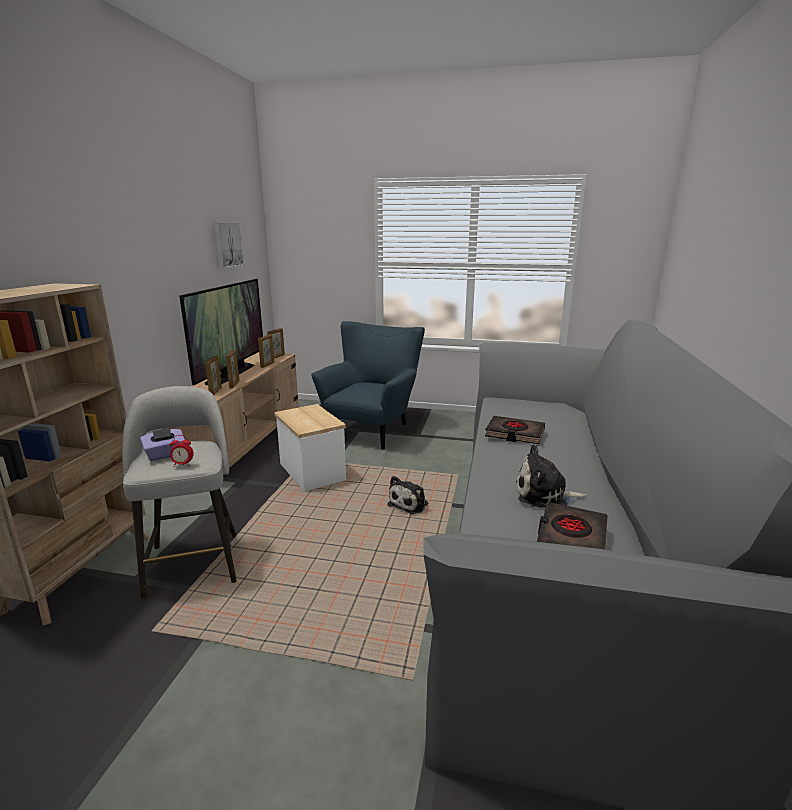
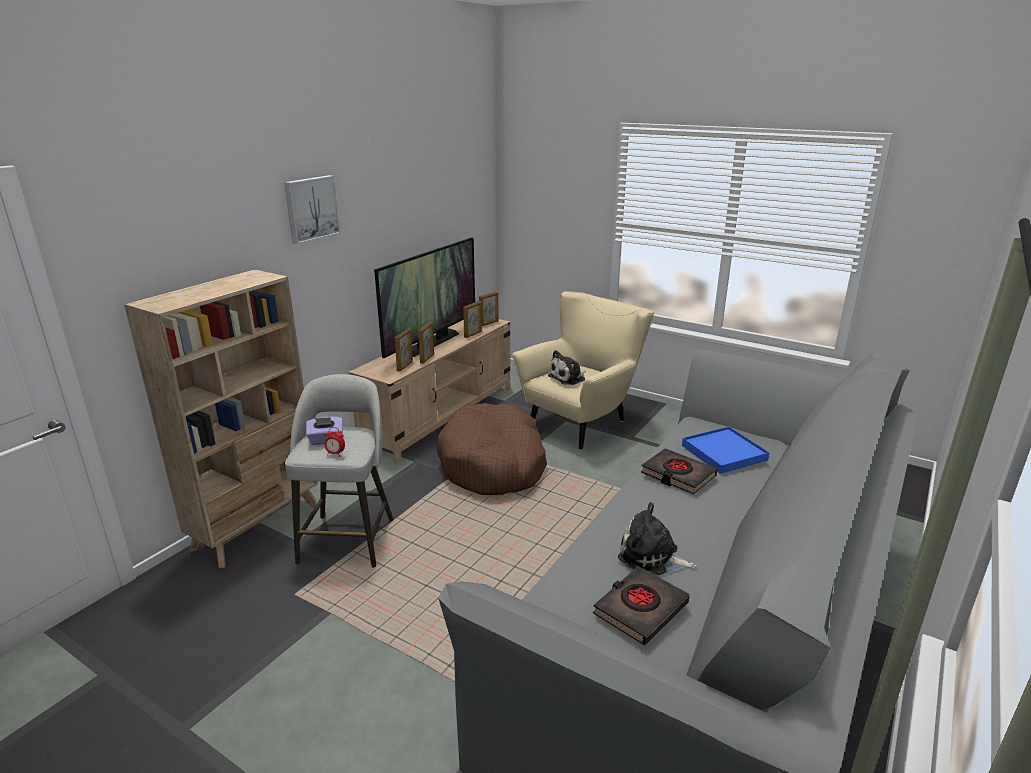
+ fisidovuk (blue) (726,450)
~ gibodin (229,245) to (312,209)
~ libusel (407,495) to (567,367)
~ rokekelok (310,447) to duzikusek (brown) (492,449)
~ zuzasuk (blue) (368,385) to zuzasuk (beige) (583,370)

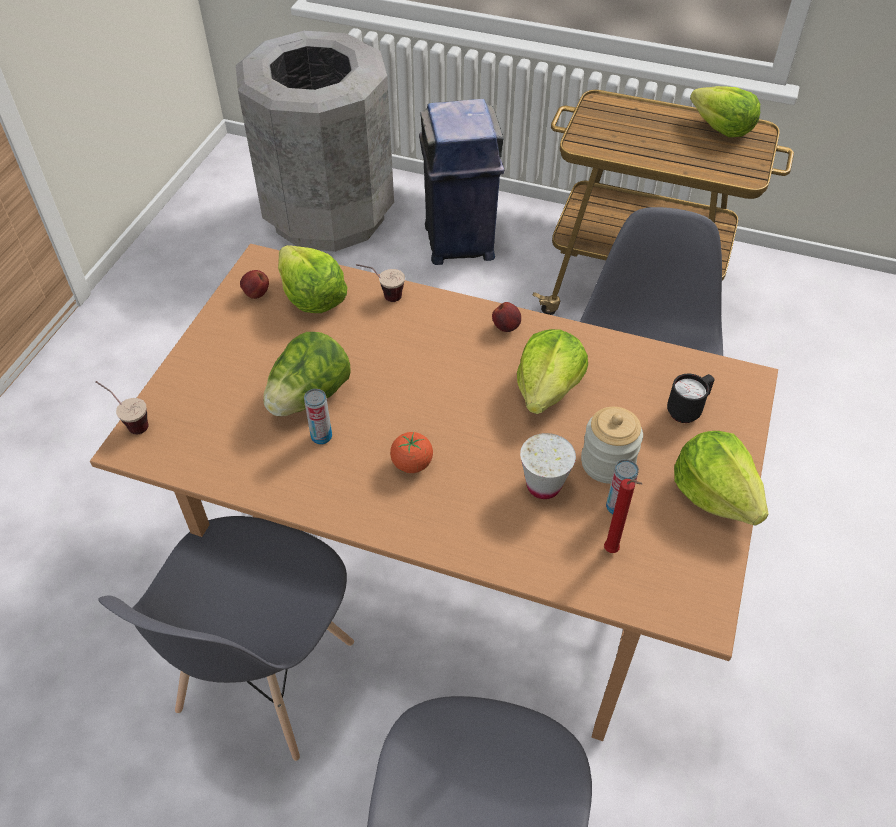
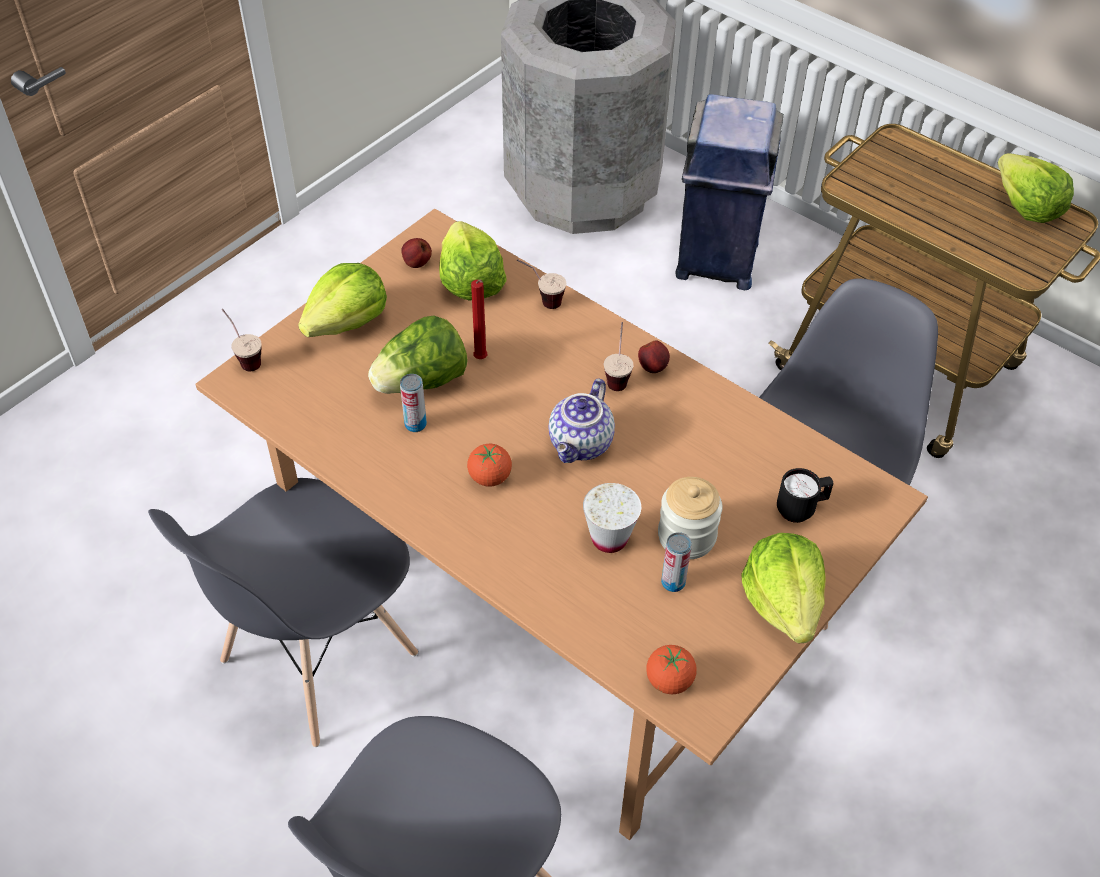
+ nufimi (582,420)
+ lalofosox (618,356)
+ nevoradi (671,669)
~ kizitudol (552,371) to (342,300)
~ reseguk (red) (623,516) to (479,319)

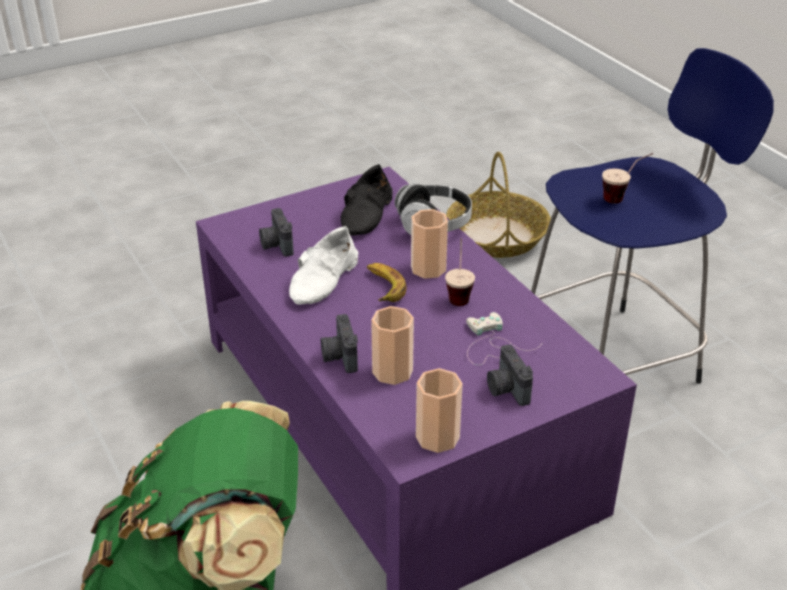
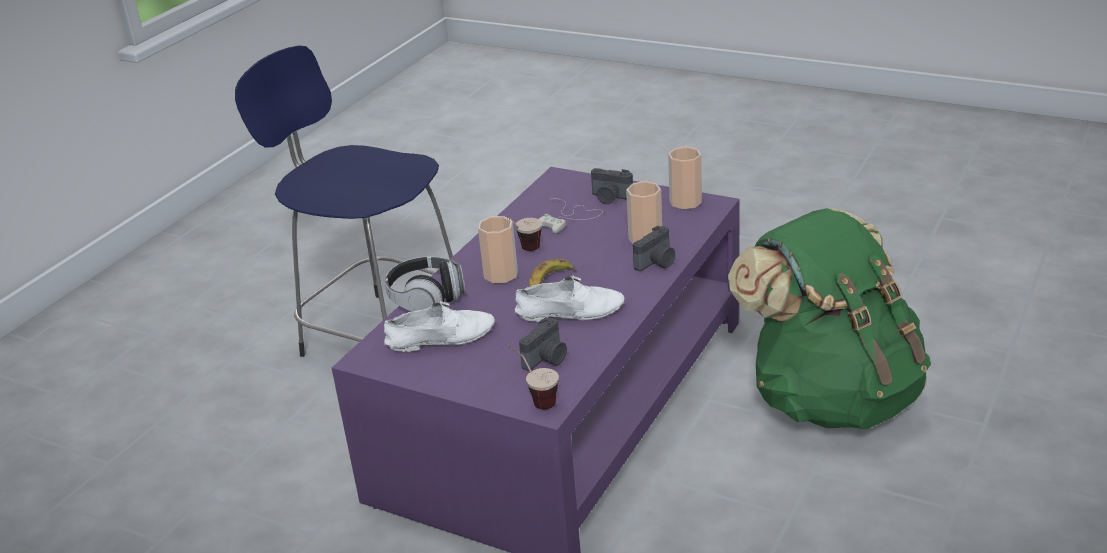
- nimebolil (498,205)
~ lalofosox (627,178) to (533,377)
~ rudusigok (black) (367,200) to rudusigok (white) (439,326)
~ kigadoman (510,375) = (612,186) 75 degrees clockwise

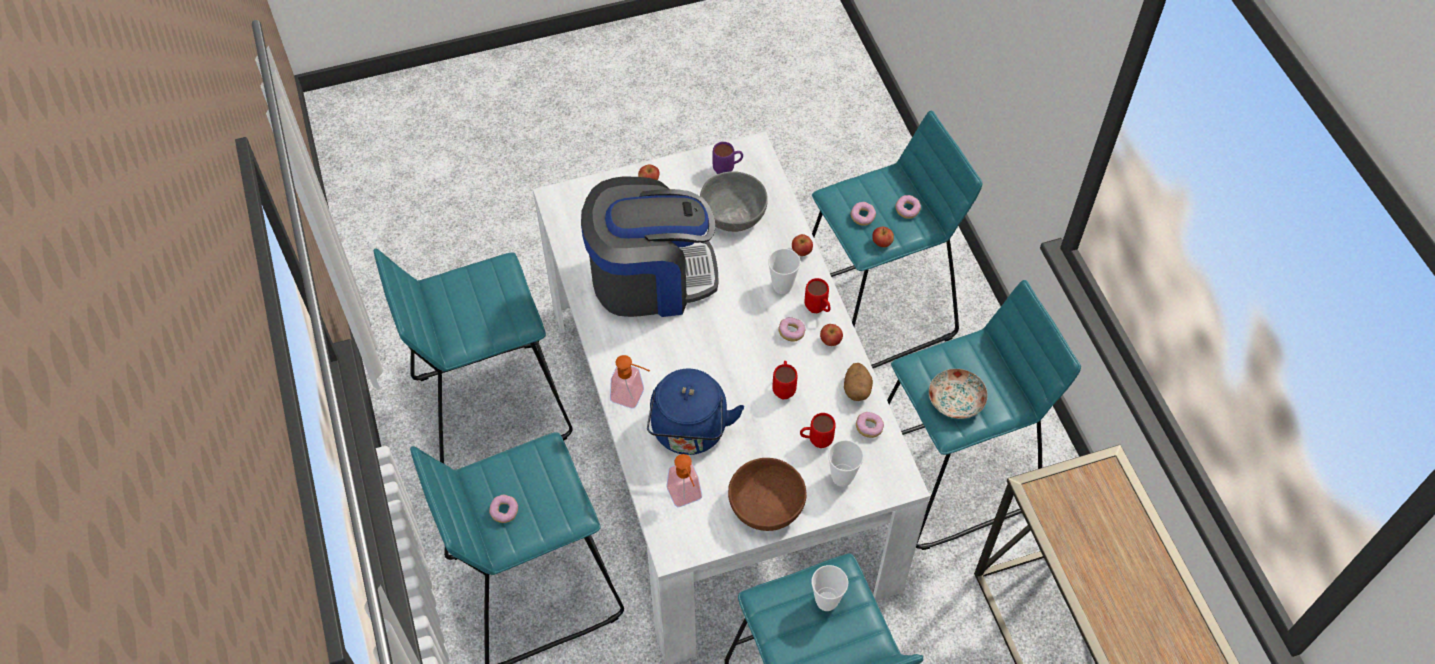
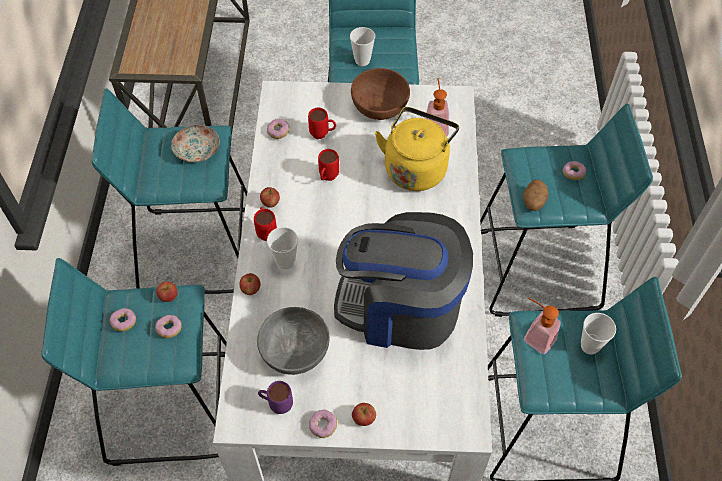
~ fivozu (630,382) to (542,326)
~ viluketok (791,329) to (323,424)
~ lalofosox (846,463) to (598,334)
~ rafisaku (858,382) to (536,195)
~ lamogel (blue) (695,412) to lamogel (yellow) (417,149)

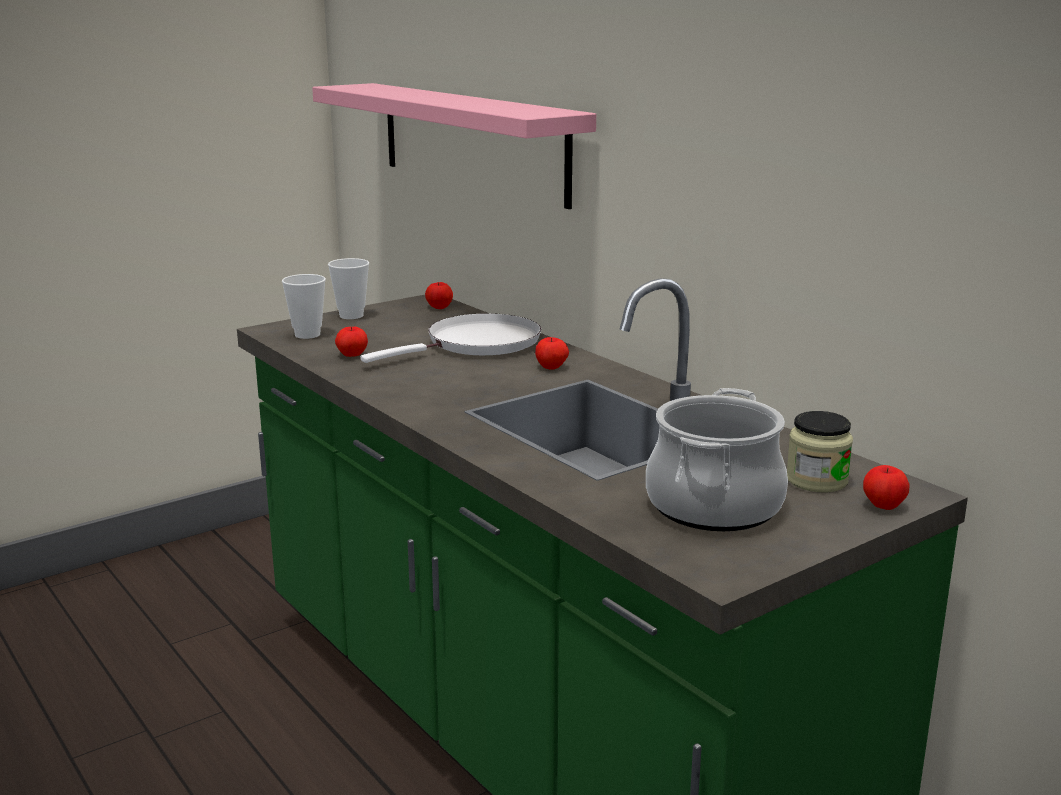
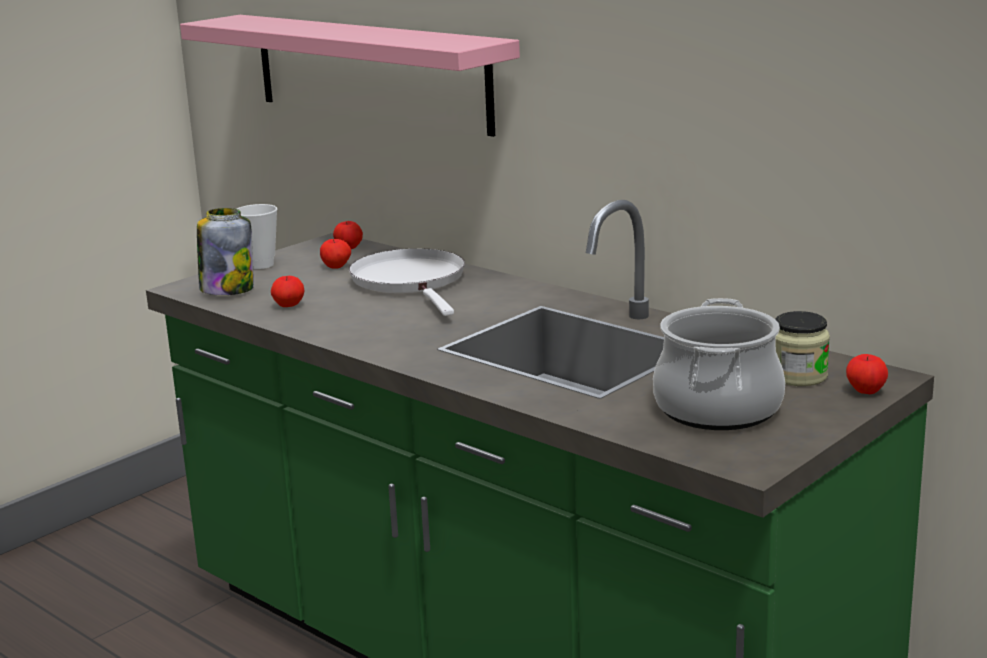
~ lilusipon (552,353) to (335,254)
~ lalofosox (304,306) to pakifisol (225,251)
~ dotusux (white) (450,338) = (407,282) 60 degrees counterclockwise

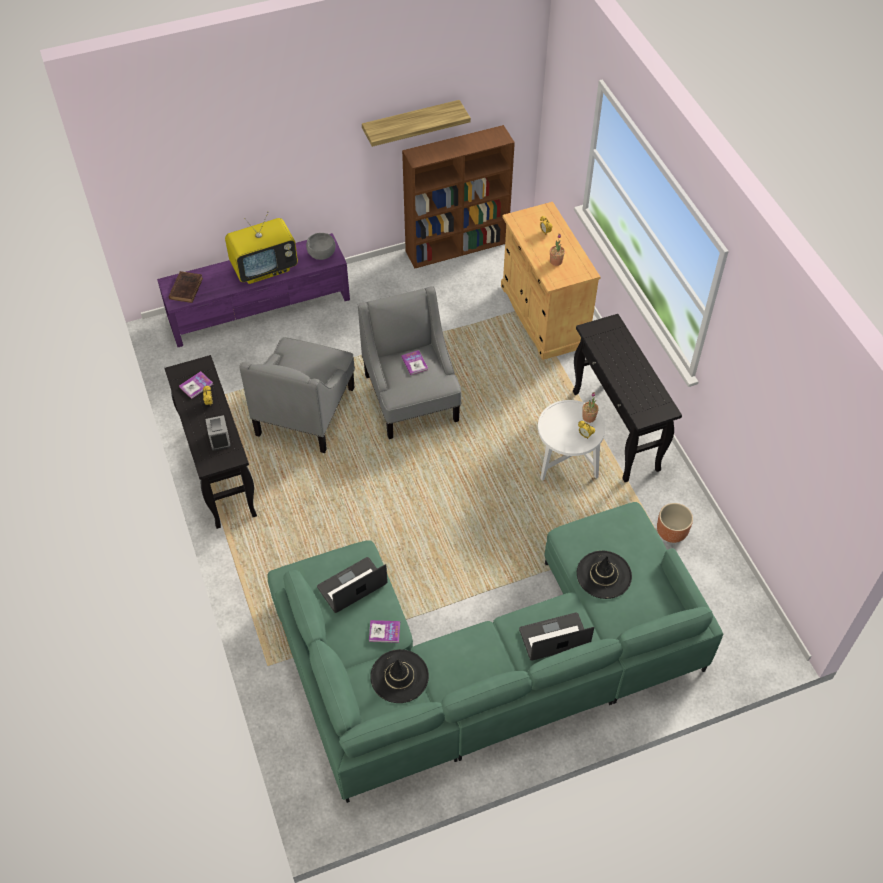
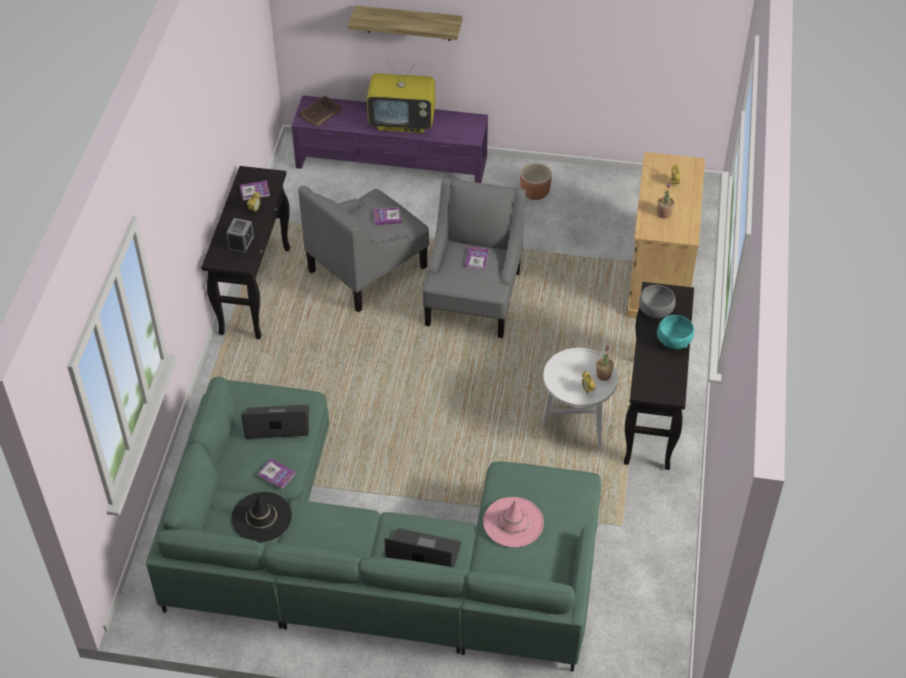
- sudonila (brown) (458,196)
+ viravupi (387,216)
+ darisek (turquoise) (675,332)
~ darisek (grey) (321,246) to (657,301)
~ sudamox (416,123) to (405,23)
~ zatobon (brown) (675,523) to (536,181)
~ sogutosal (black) (604,575) to sogutosal (pink) (513,522)

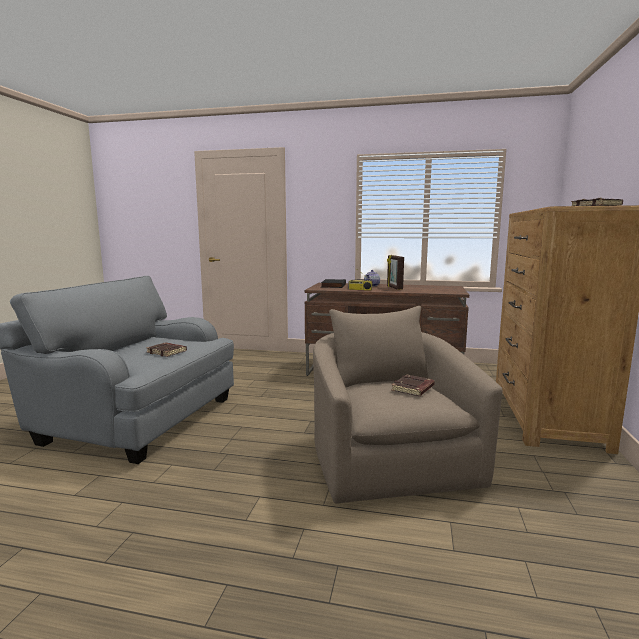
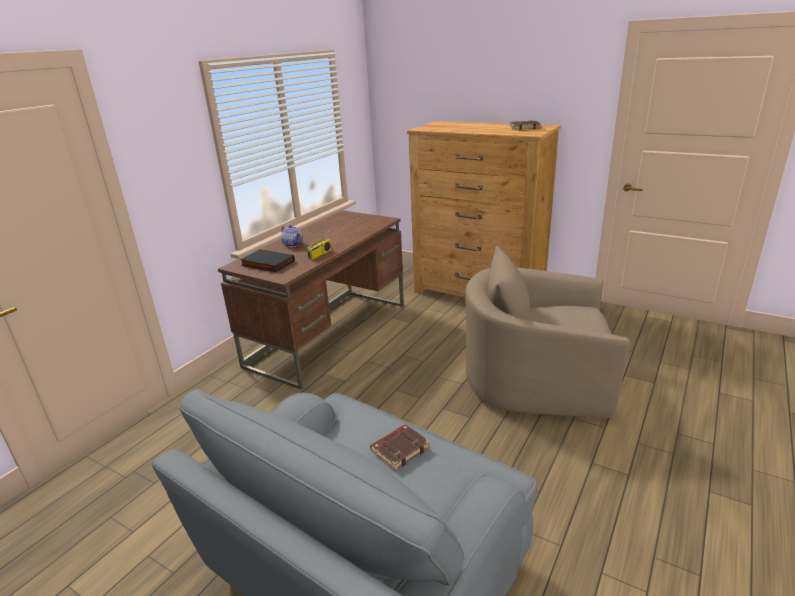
- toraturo (395,272)
- viravupi (brown) (413,385)

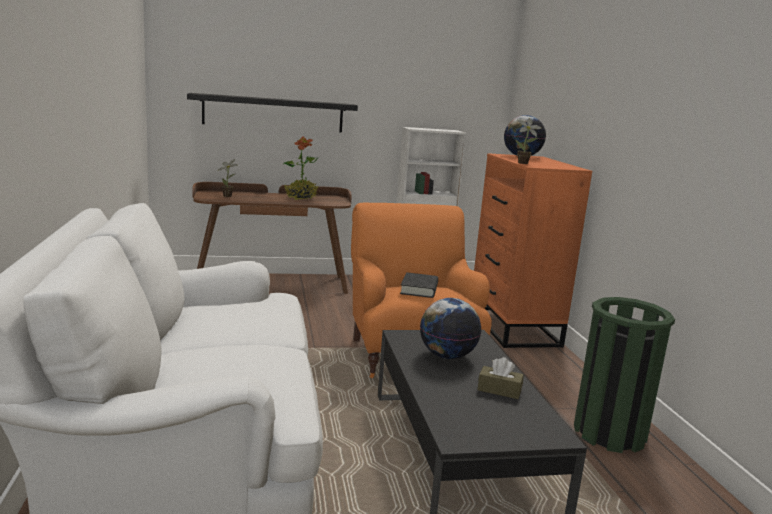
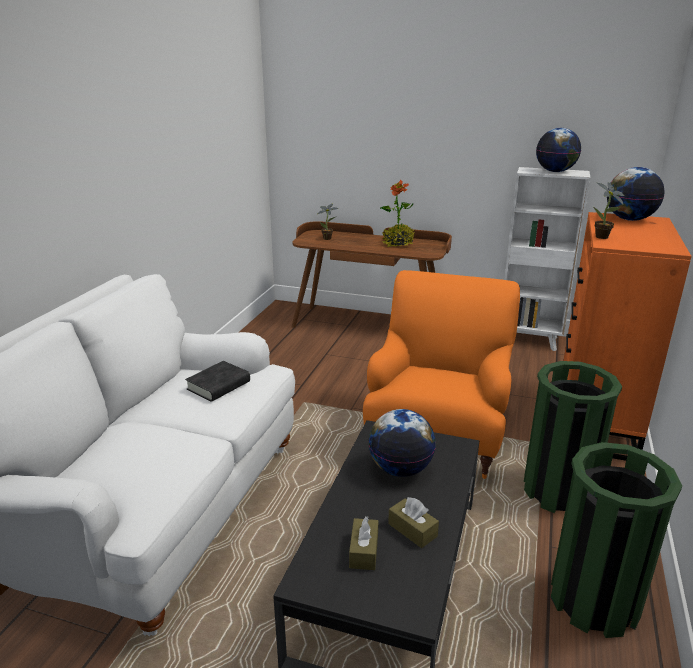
- sudamox (black) (272,113)
+ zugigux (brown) (363,543)
+ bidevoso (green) (573,437)
+ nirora (558,150)
~ viravupi (black) (419,285) to (217,381)

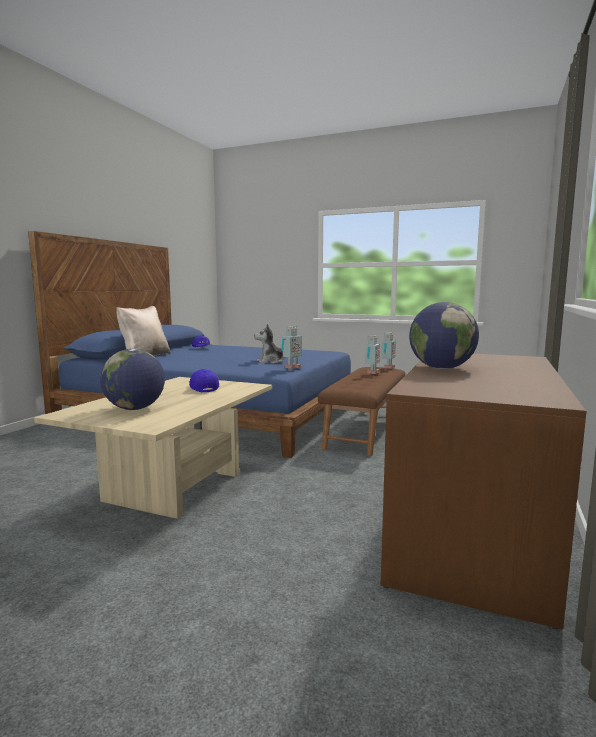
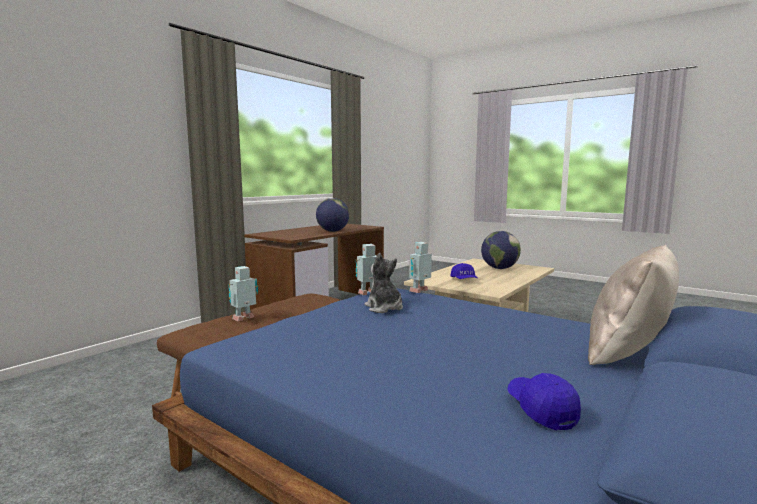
~ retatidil (389,351) to (420,267)
~ libusel (269,344) = (384,283) 120 degrees counterclockwise

